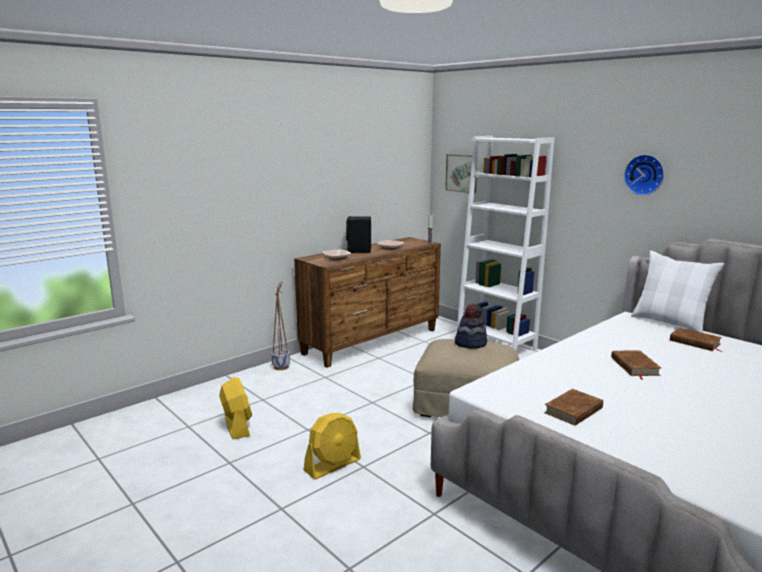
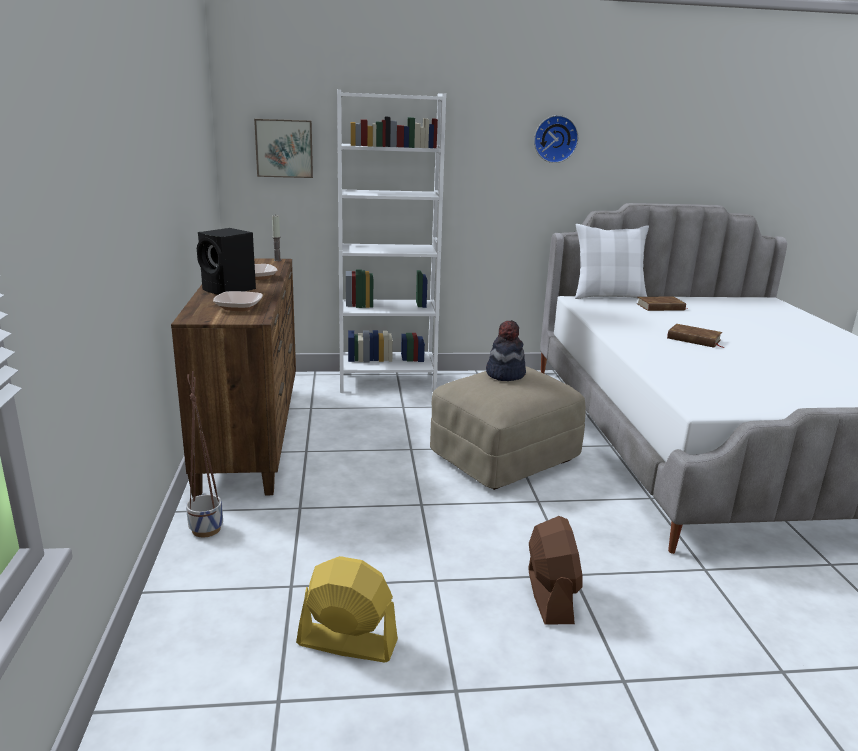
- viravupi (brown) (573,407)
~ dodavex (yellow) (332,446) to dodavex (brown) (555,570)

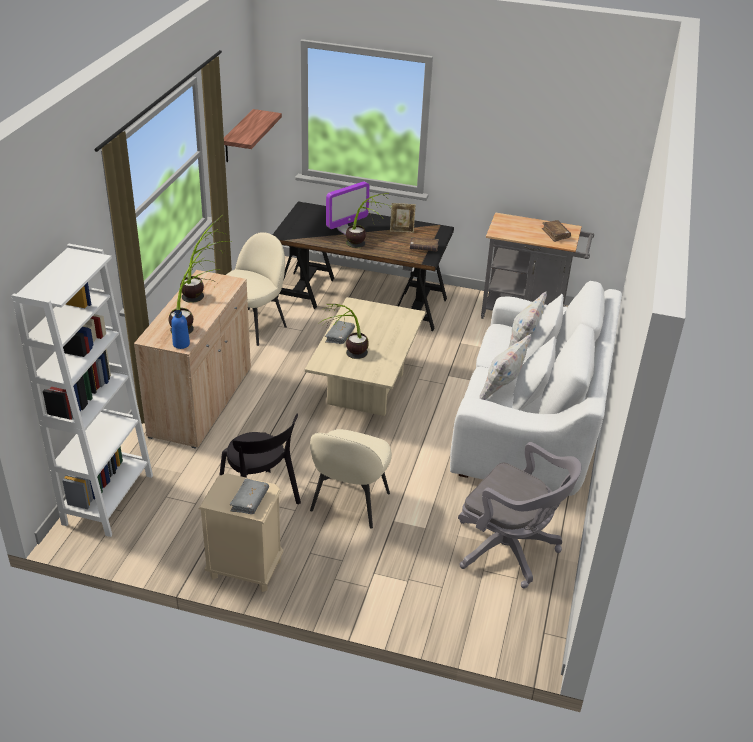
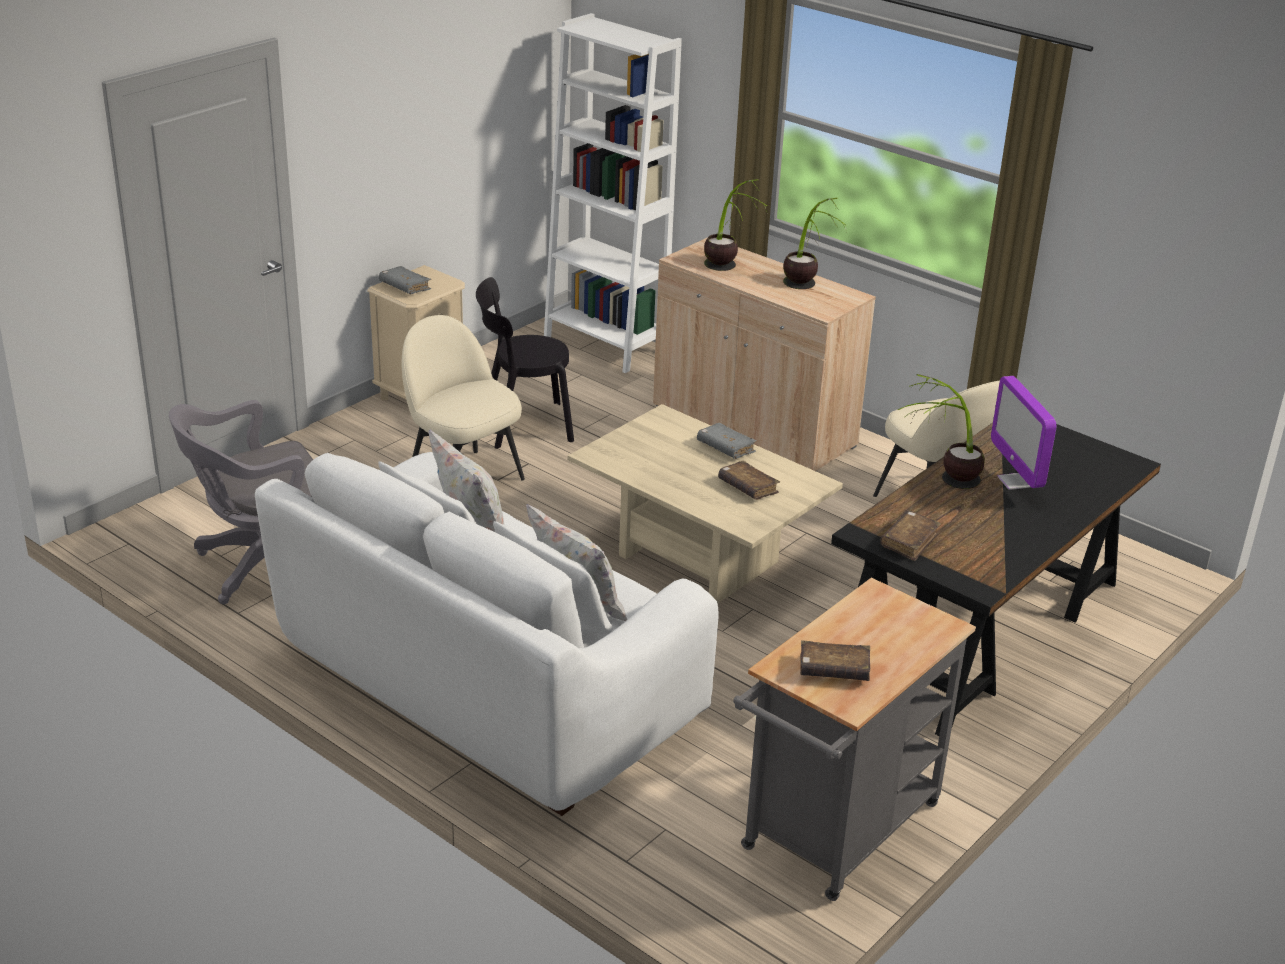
- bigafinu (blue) (180,329)
- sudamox (253,135)
- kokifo (343,331)
- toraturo (403,218)
+ viravupi (brown) (749,480)

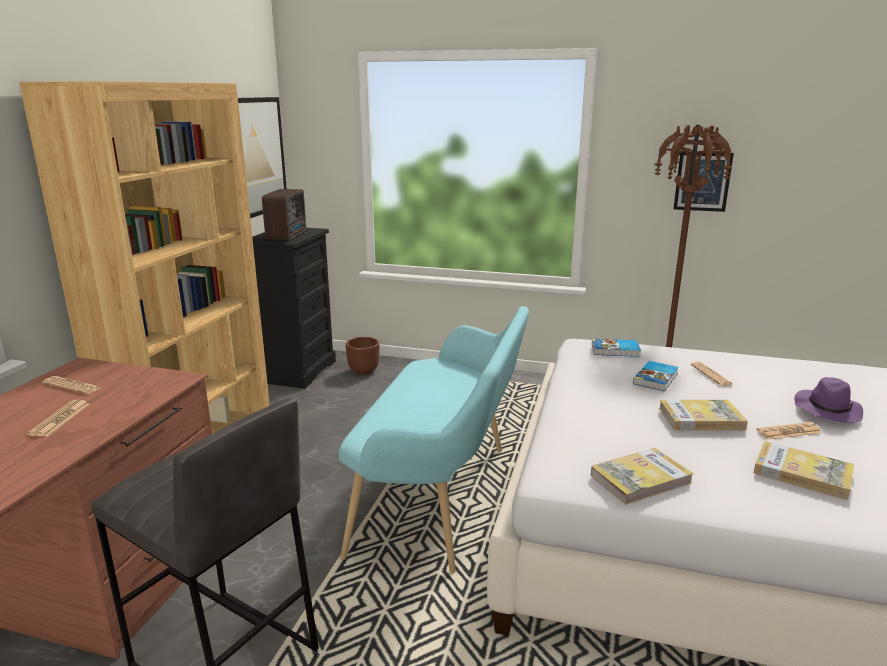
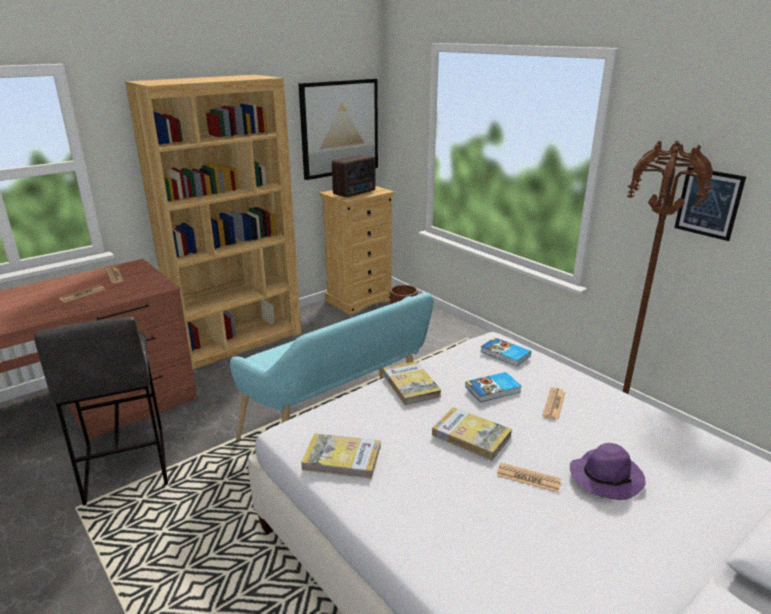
~ viravupi (804,470) to (412,383)
~ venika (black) (294,308) to venika (beige) (357,250)

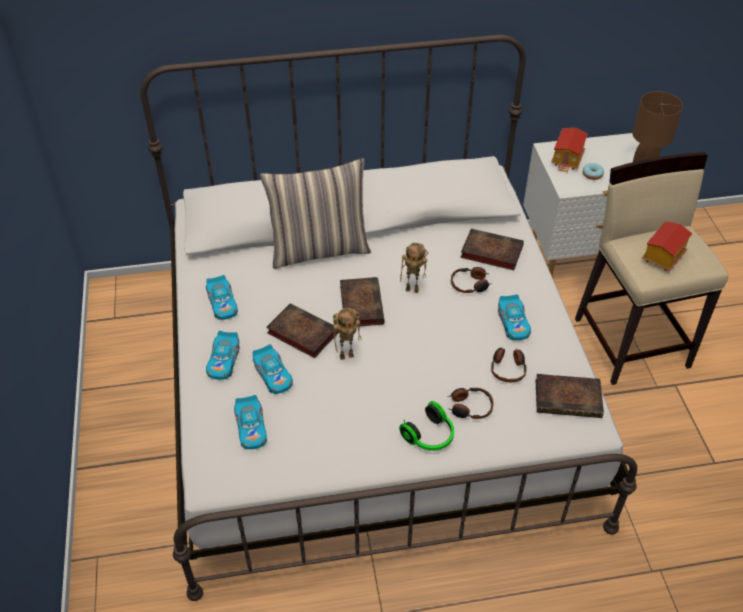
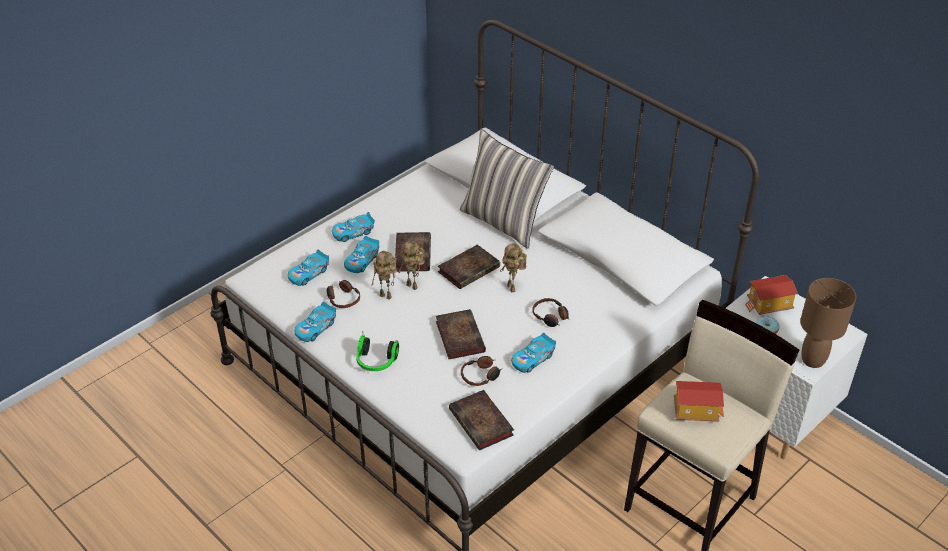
+ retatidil (384,275)
~ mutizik (222,297) to (315,322)
~ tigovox (470,403) to (343,294)
~ viravupi (492,249) to (461,334)

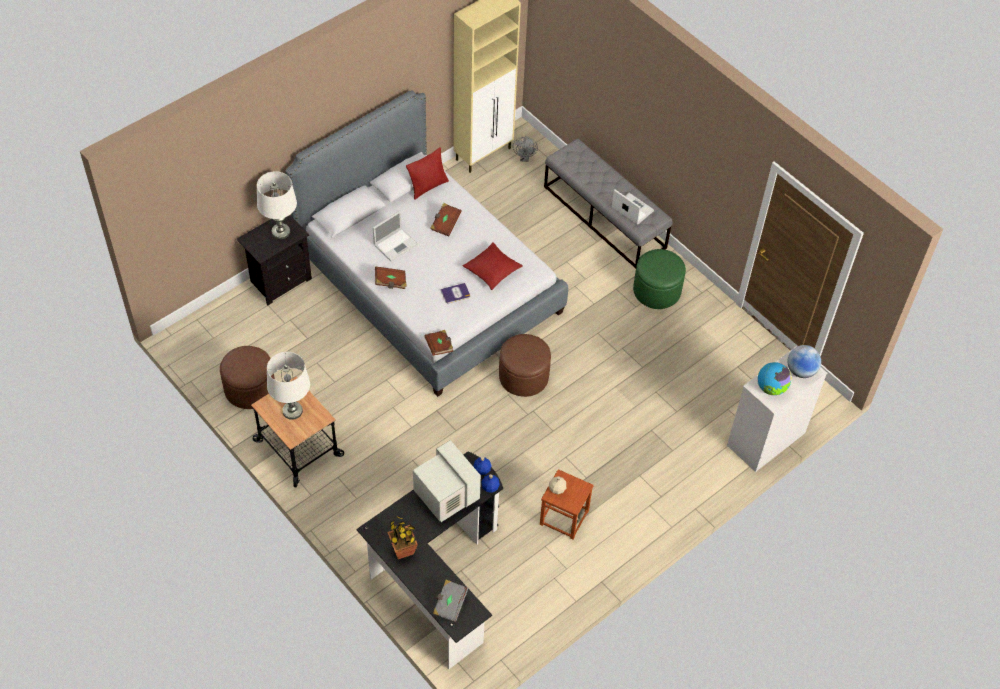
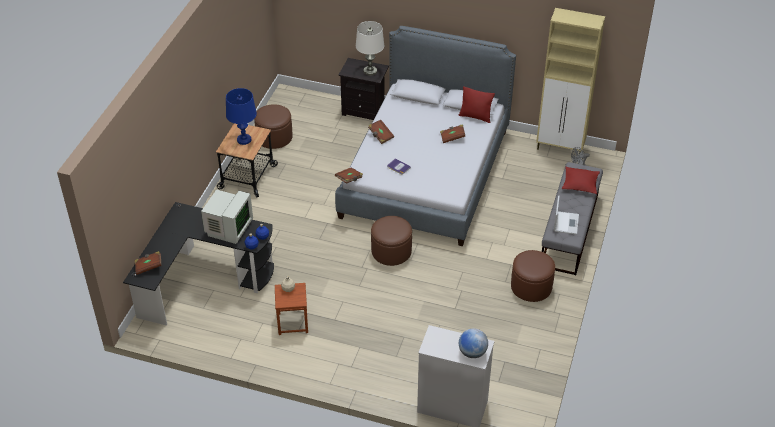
- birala (395,236)
- kokifo (402,537)
- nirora (775,378)
~ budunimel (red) (492,266) to (581,180)
~ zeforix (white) (288,386) to zeforix (blue) (241,116)
~ viravupi (grey) (451,601) to viravupi (brown) (148,263)
~ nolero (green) (659,279) to nolero (brown) (533,276)

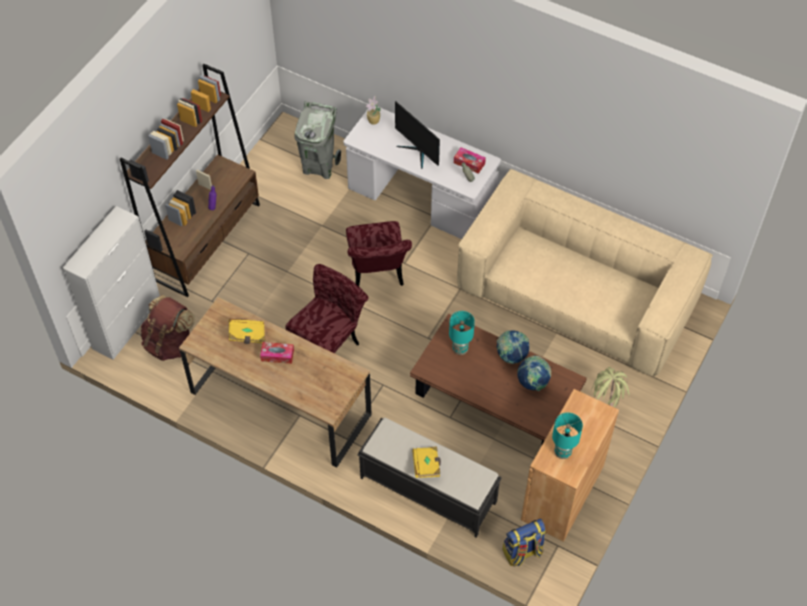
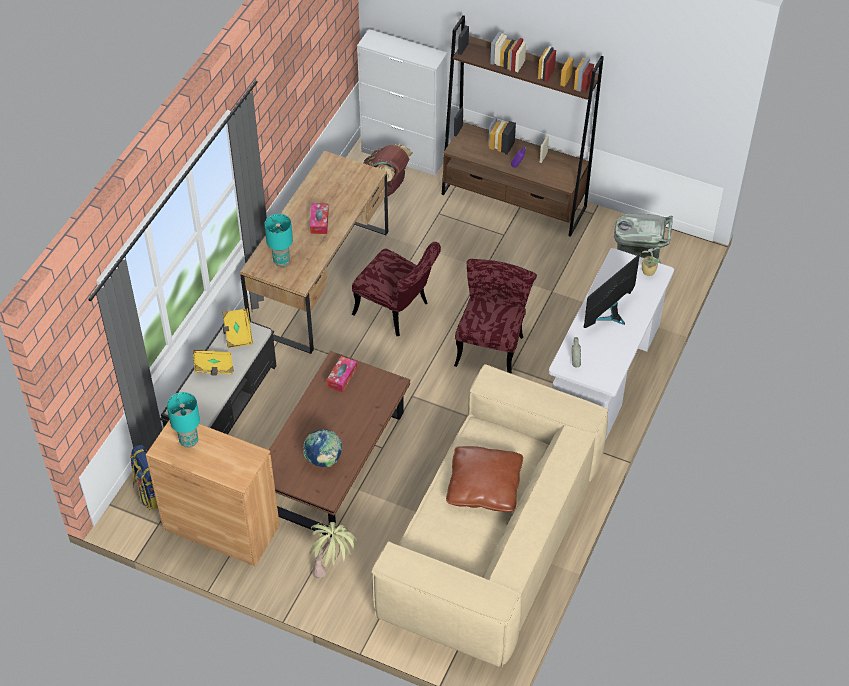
- nirora (513,347)
+ budunimel (brown) (484,479)
~ viravupi (yellow) (247,331) to (238,328)
~ zeforix (turquoise) (462,333) to (279,240)
~ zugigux (470,160) to (342,374)
~ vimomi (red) (379,253) = (495,316) 120 degrees clockwise

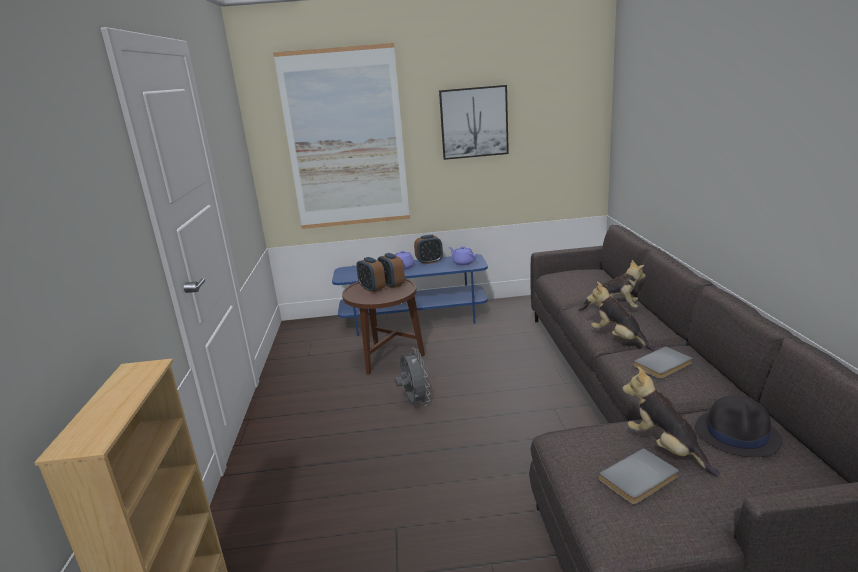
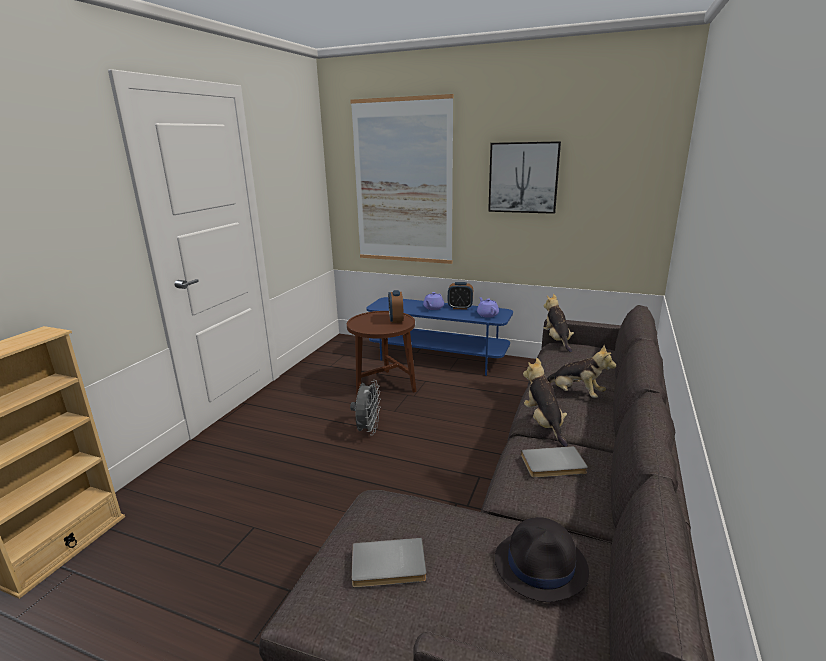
- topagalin (370,275)
~ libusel (671,421) to (559,323)

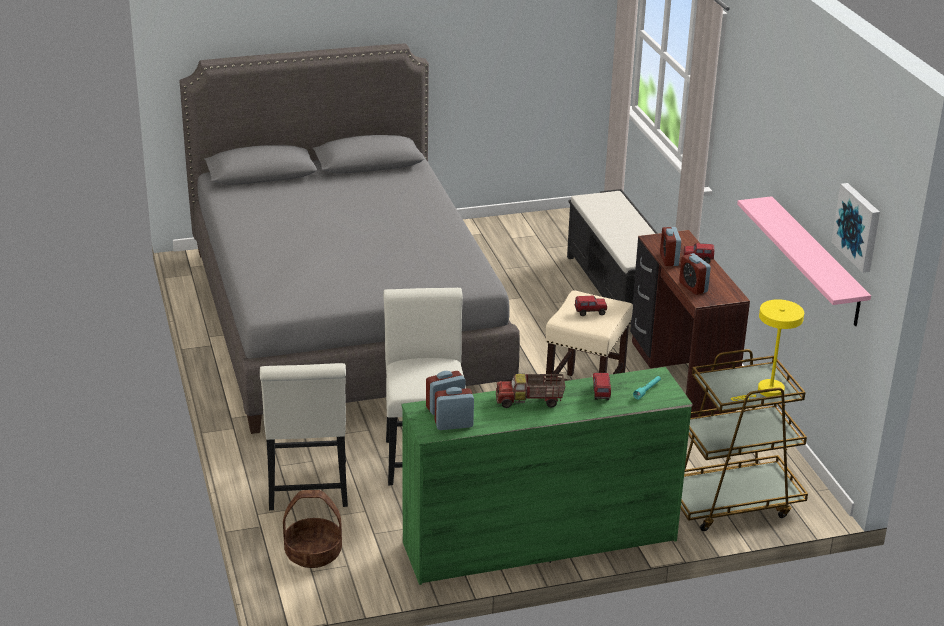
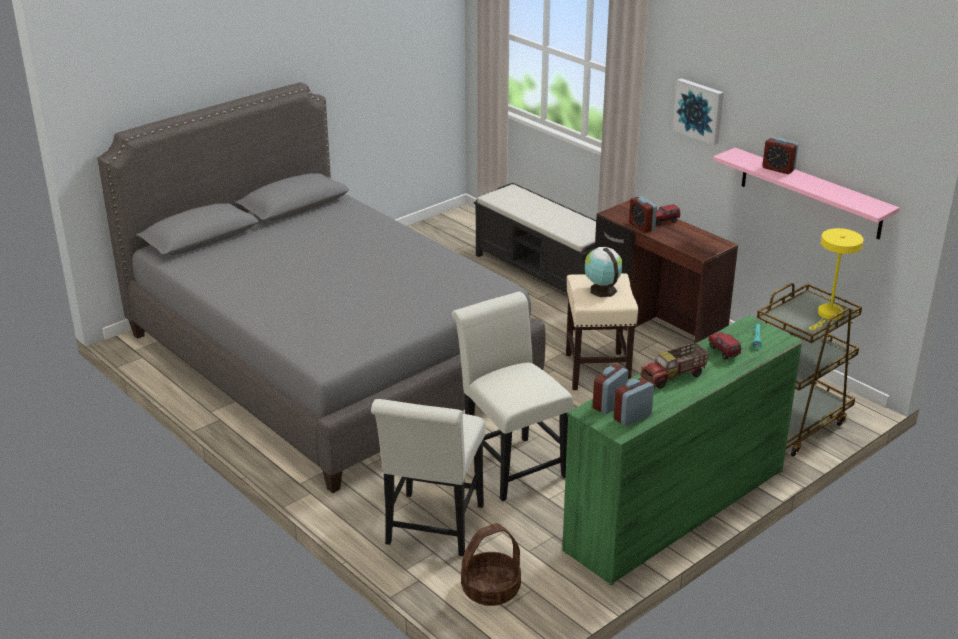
~ topagalin (695,274) to (780,155)
~ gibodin (856,228) to (698,111)
~ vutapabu (591,306) to nirora (603,272)
~ vimomi (white) (304,436) = (428,477) 45 degrees clockwise

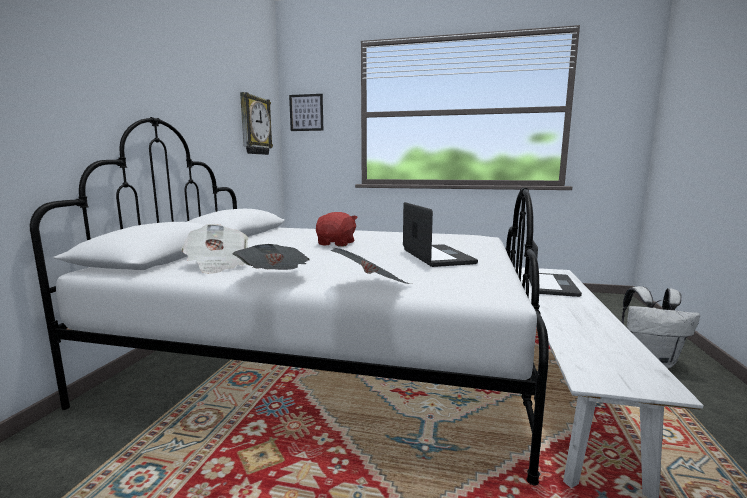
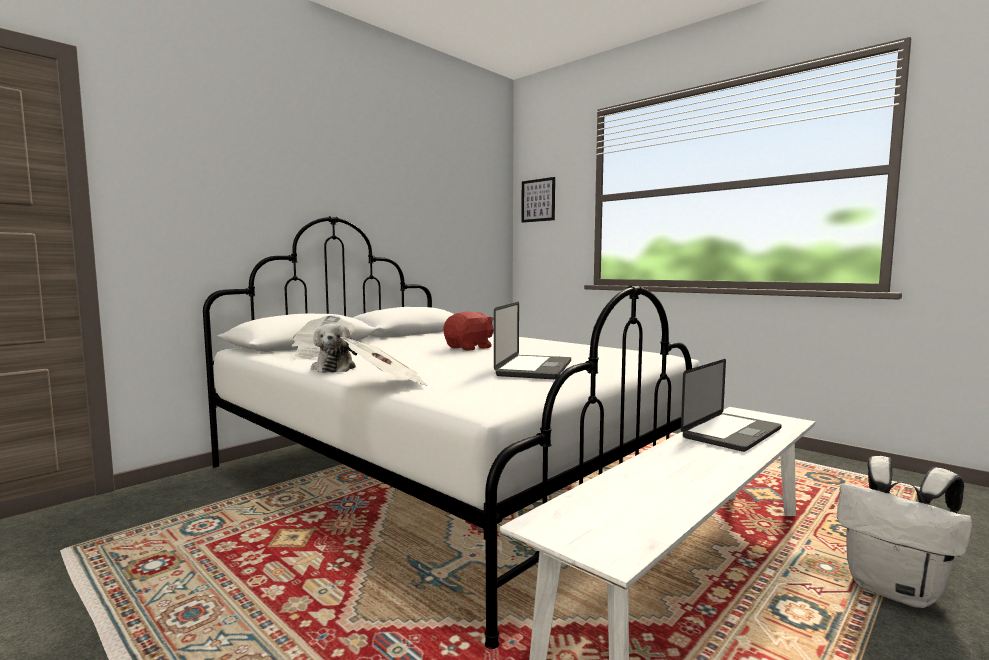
- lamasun (256,123)
~ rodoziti (270,257) to libusel (334,348)

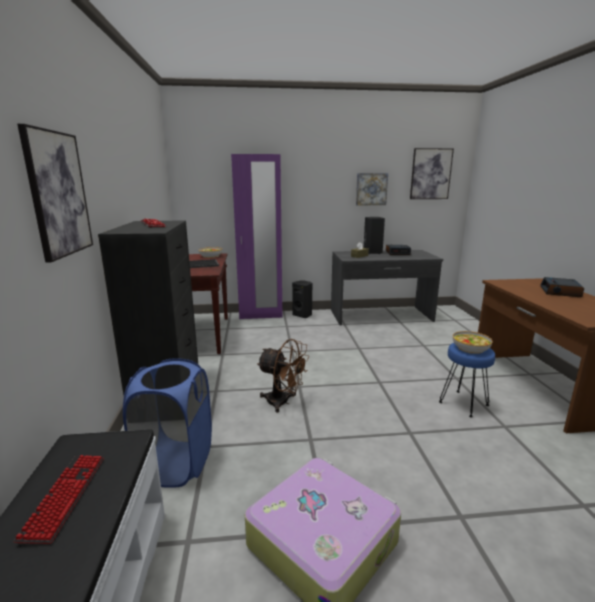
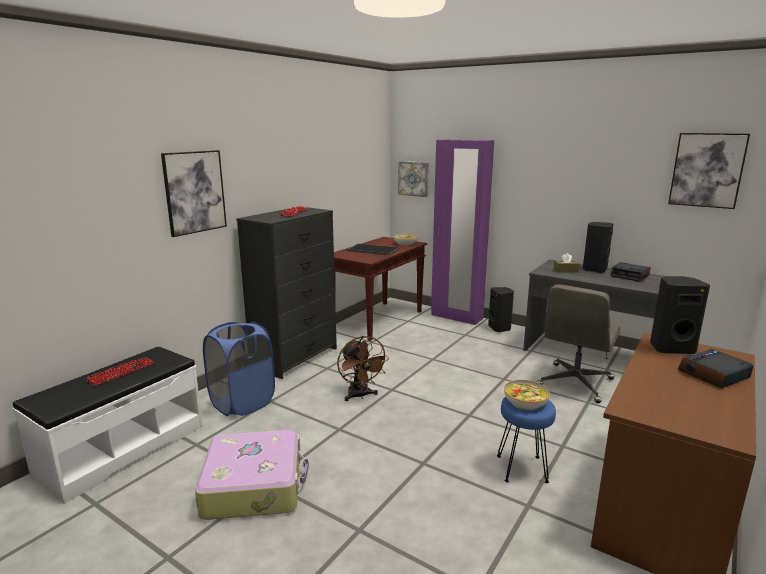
+ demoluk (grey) (578,343)
+ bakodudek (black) (680,315)
~ gibodin (372,189) to (413,179)

